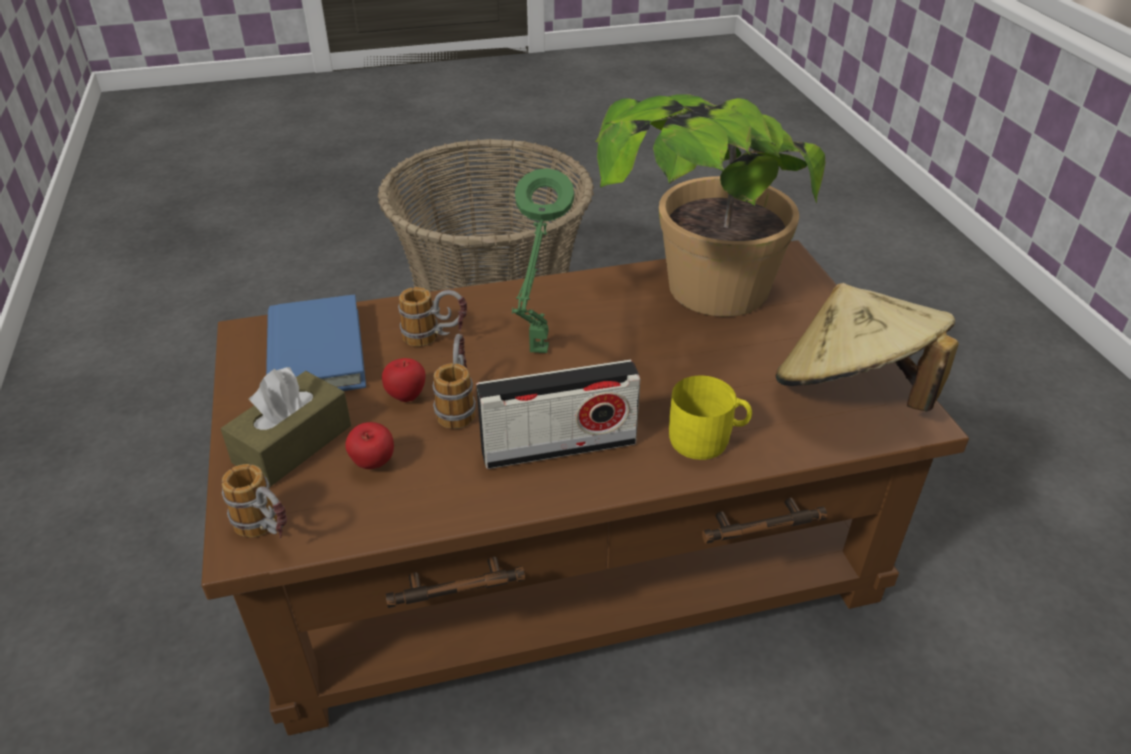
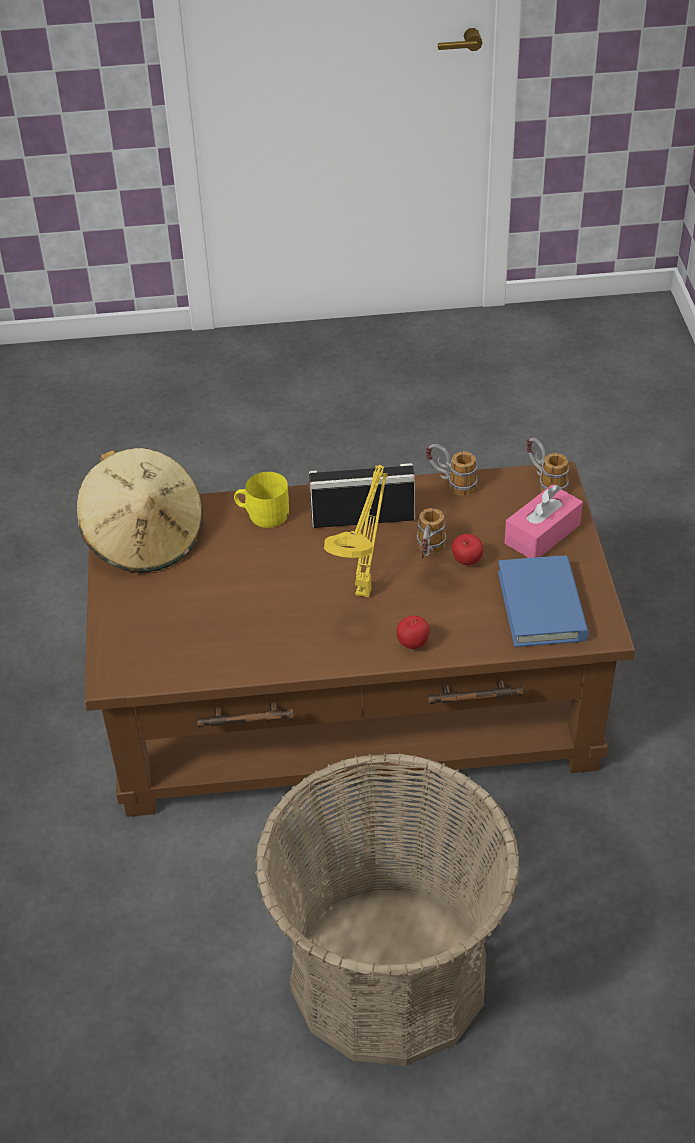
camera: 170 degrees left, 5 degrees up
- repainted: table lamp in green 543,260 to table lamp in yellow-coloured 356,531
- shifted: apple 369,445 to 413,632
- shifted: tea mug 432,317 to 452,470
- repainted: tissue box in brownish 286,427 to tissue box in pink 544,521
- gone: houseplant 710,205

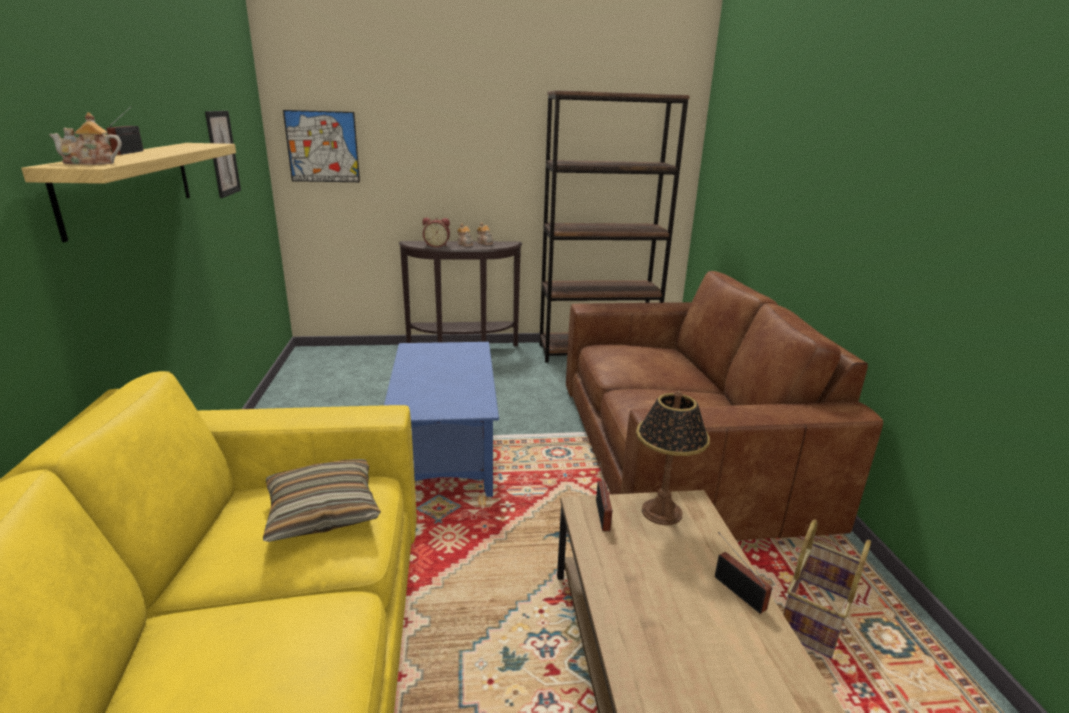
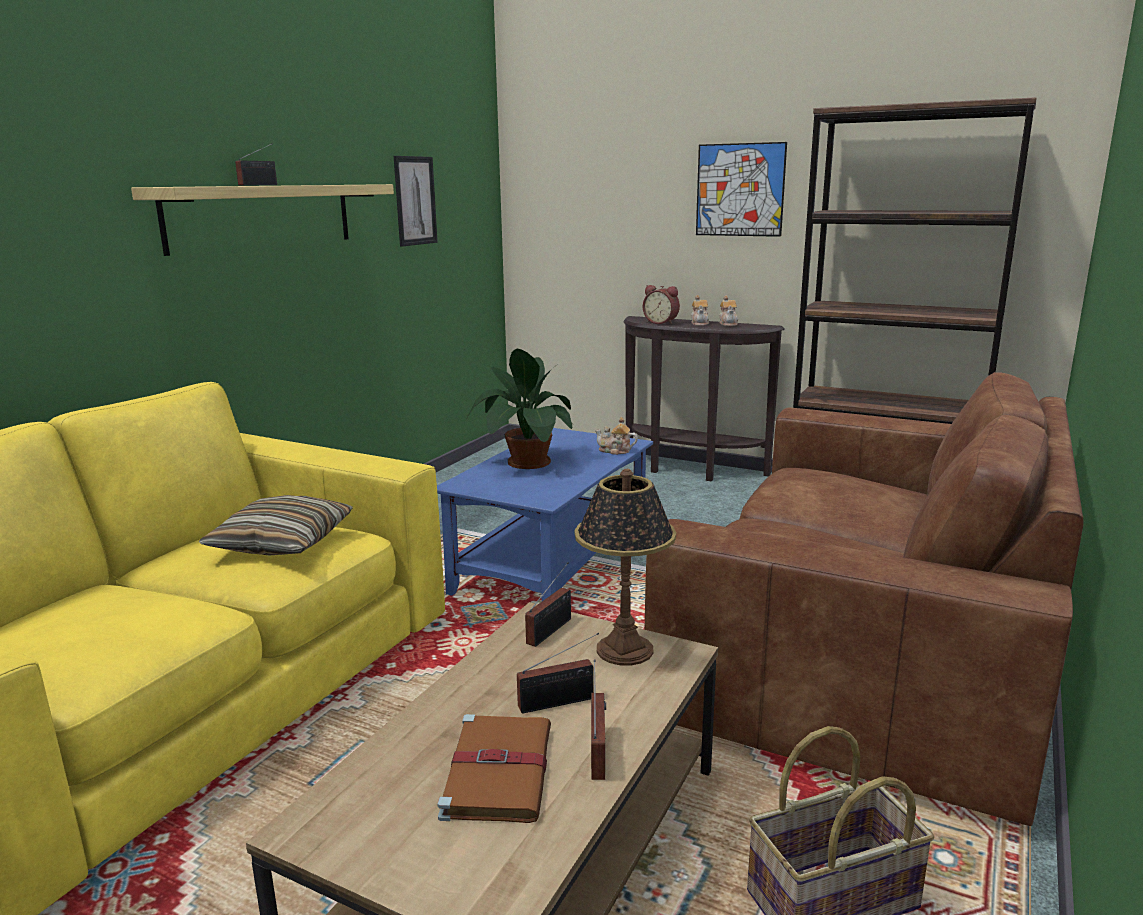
camera: 35 degrees right, 5 degrees down
- new: bound book in brownish 494,768
- new: houseplant 520,409
- new: radio receiver 558,673
- shifted: tea pot 85,138 to 616,436
- shifted: picture 321,146 to 741,189

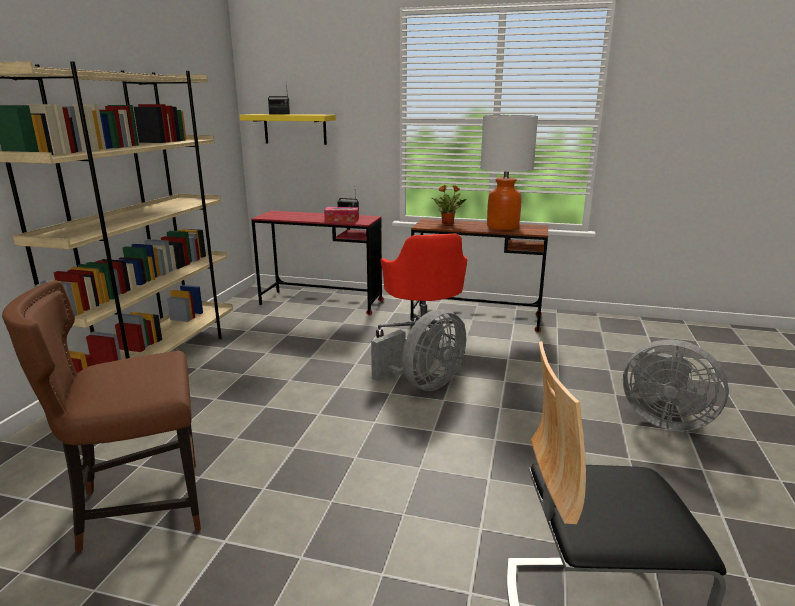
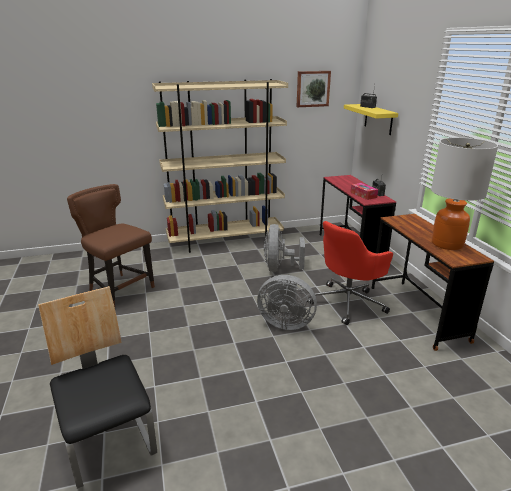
camera: 60 degrees right, 5 degrees up
- shifted: fan in greyish 676,385 to 284,248
- new: picture 314,89
- gone: houseplant 449,204

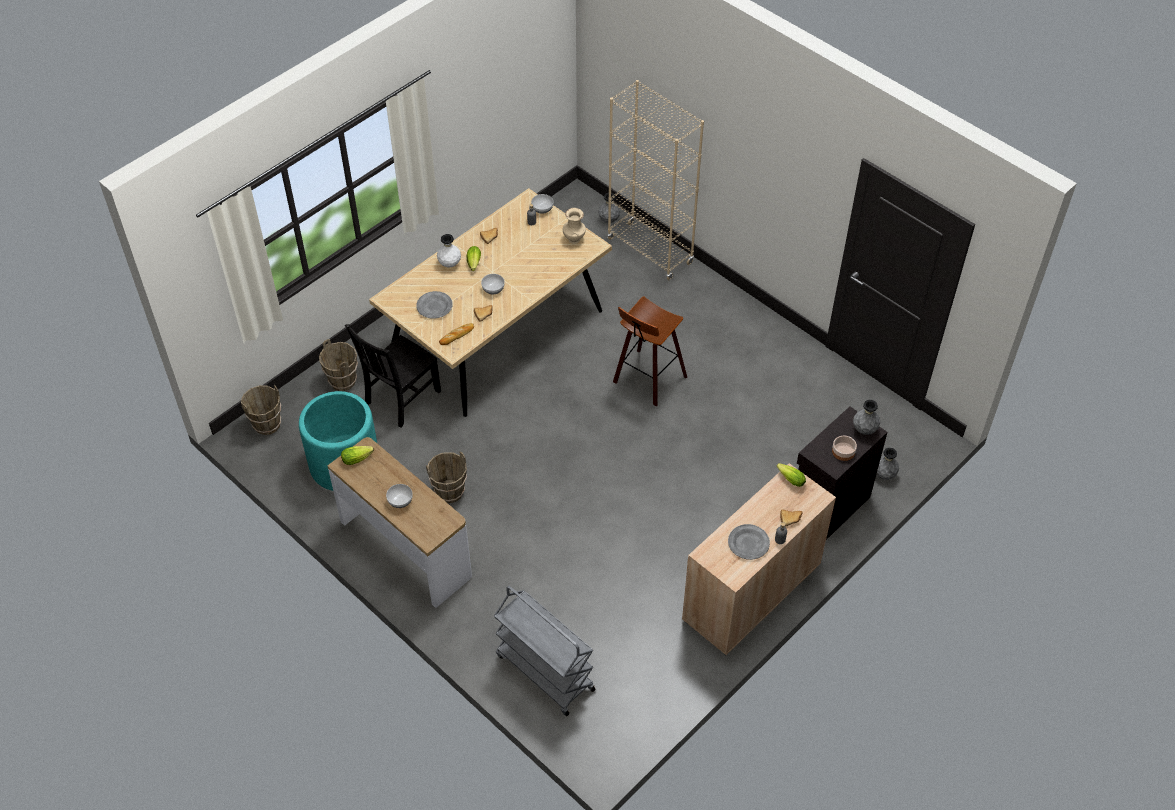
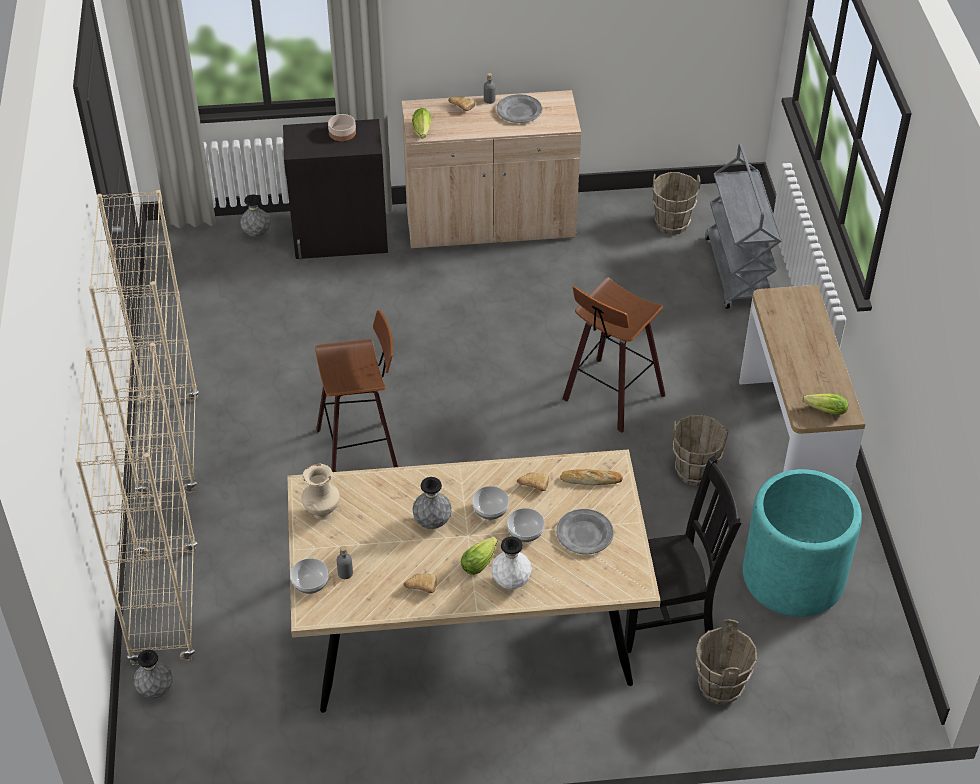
camera: 140 degrees left, 5 degrees down
- new: bookcase in sand-coloured 144,343
- shifted: decorative vase in greyish 866,417 to 432,503
- shifted: deep dish 399,496 to 526,525
- new: stool seat 614,355
- shifted: pail in brownish 261,410 to 676,203

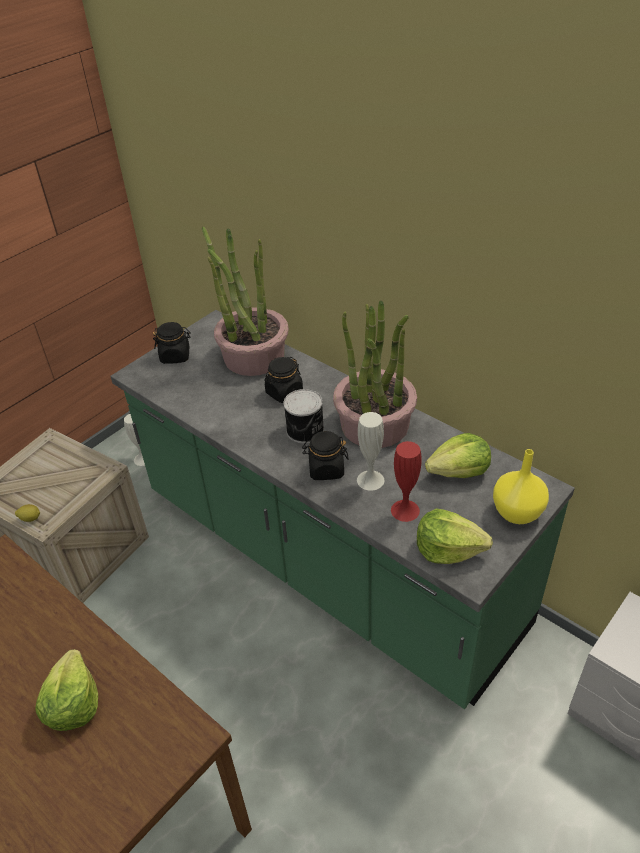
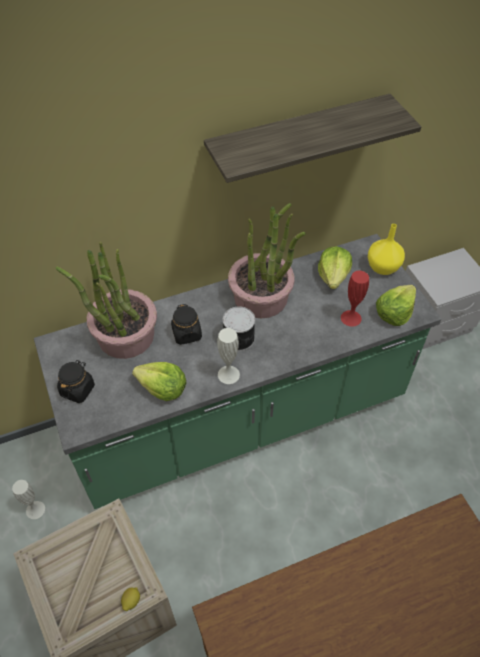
camera: 65 degrees left, 10 degrees up
- shifted: lettuce 66,690 to 159,381
- new: shelf 312,138
- shifted: decorative vase in white-coloured 371,451 to 228,356
- gone: jar in blackish 325,455

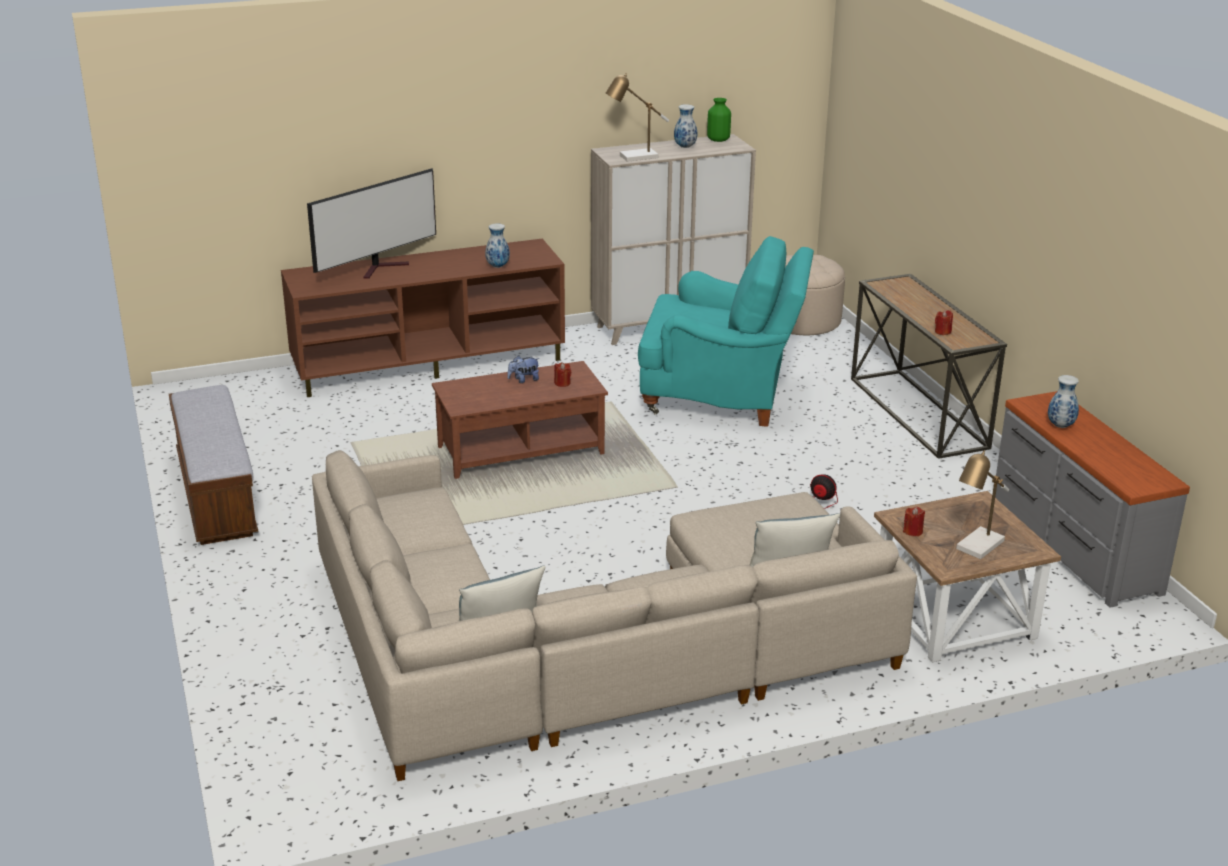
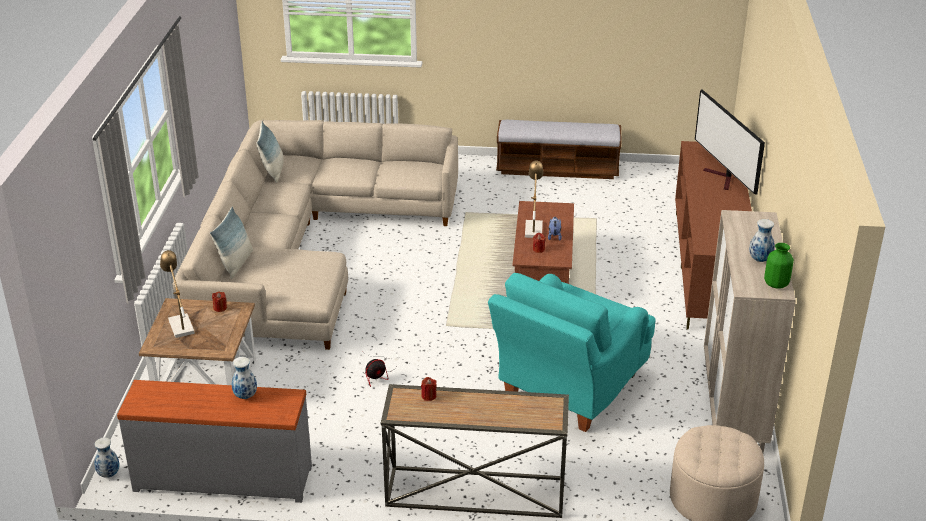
camera: 115 degrees right, 5 degrees up
- shifted: decorative vase 497,245 to 107,458
- shifted: table lamp 637,117 to 534,199

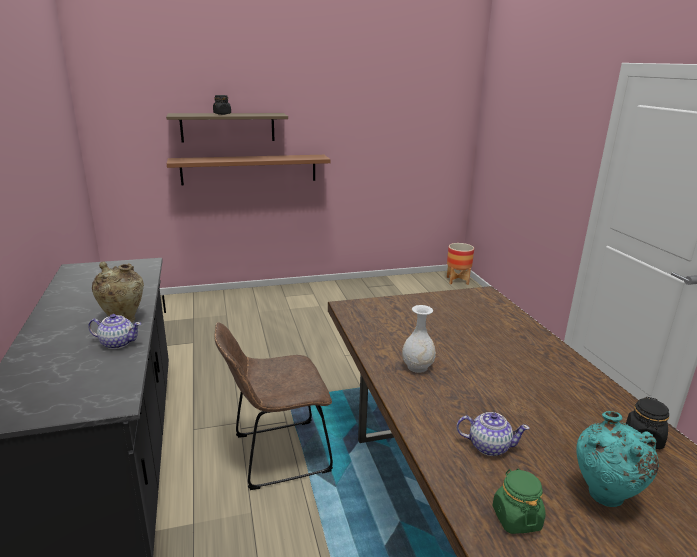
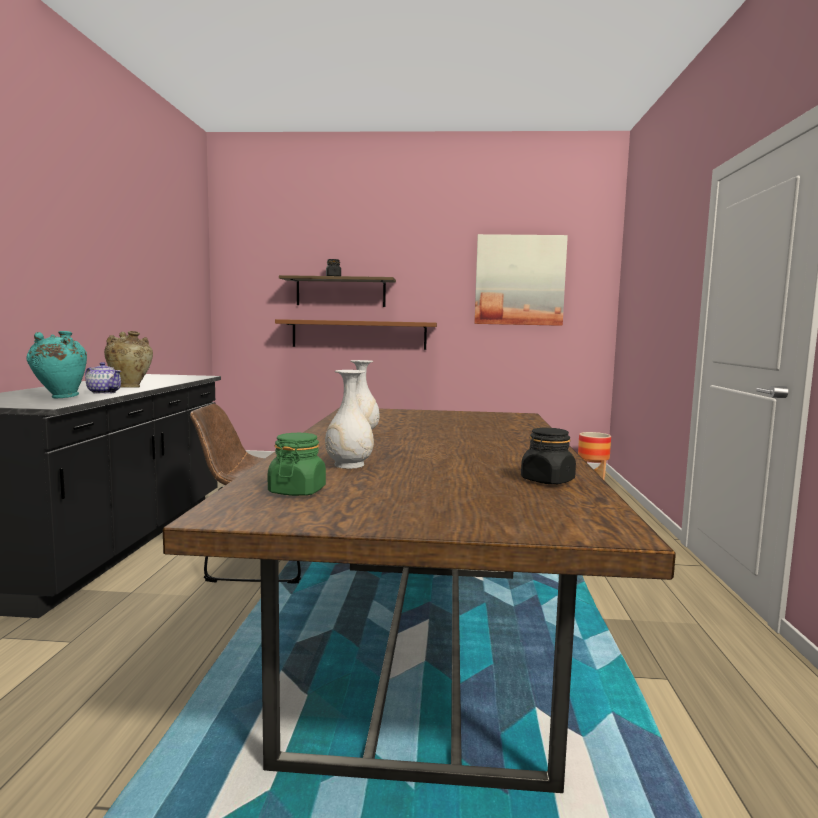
camera: 20 degrees right, 15 degrees down
- shifted: decorative vase in blue-green 617,459 to 56,364
- swapped: tea pot 493,434 to decorative vase in white-coloured 349,419
- new: picture 521,280

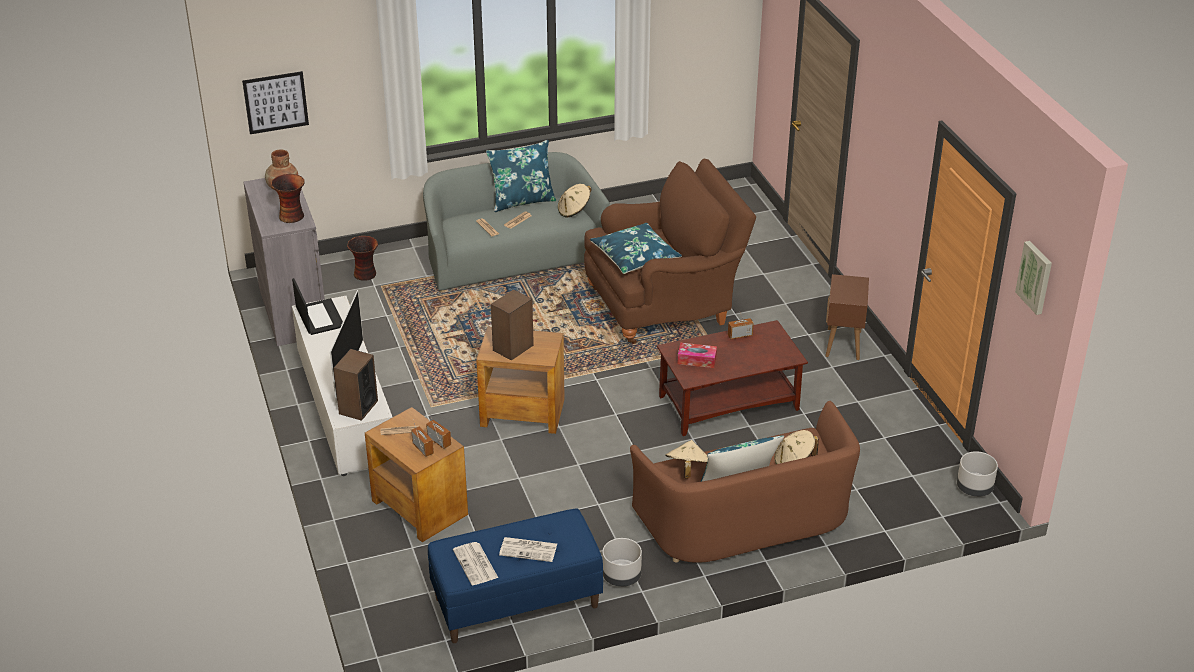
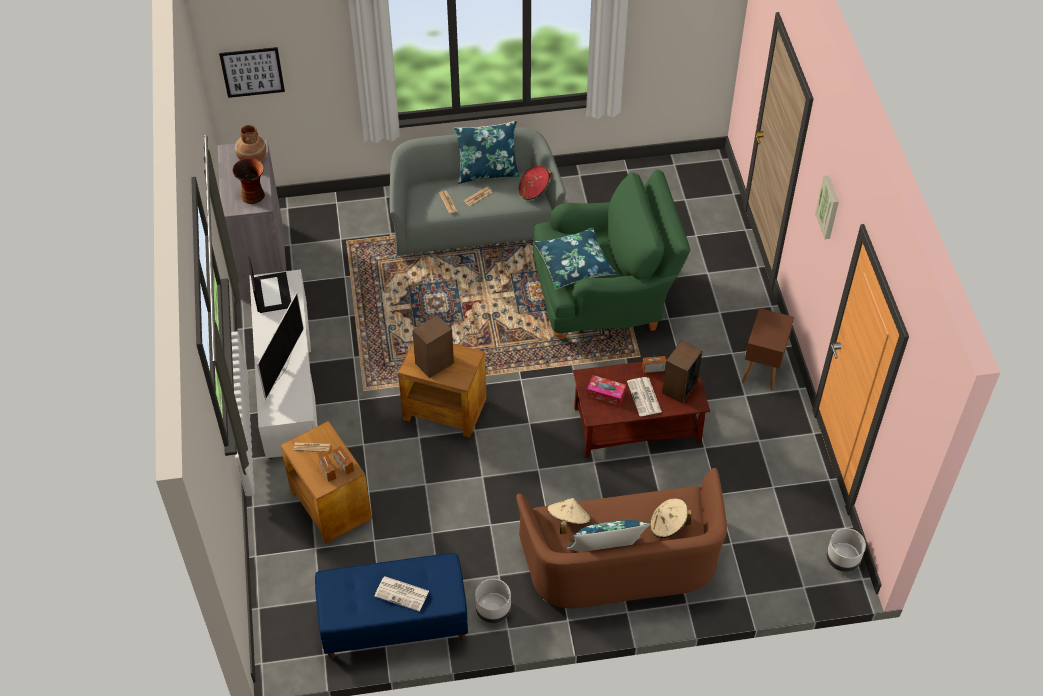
camera: 10 degrees right, 15 degrees up
- repainted: hat in sand-coloured 574,201 to hat in red-coloured 535,183
- repainted: easy chair in brownish 670,251 to easy chair in green 611,256
- shifted: printed paper 475,563 to 644,396
- shifted: loudspeaker 355,385 to 682,372
- shifted: picture 1033,278 to 827,207
- gone: decorative vase 362,258

